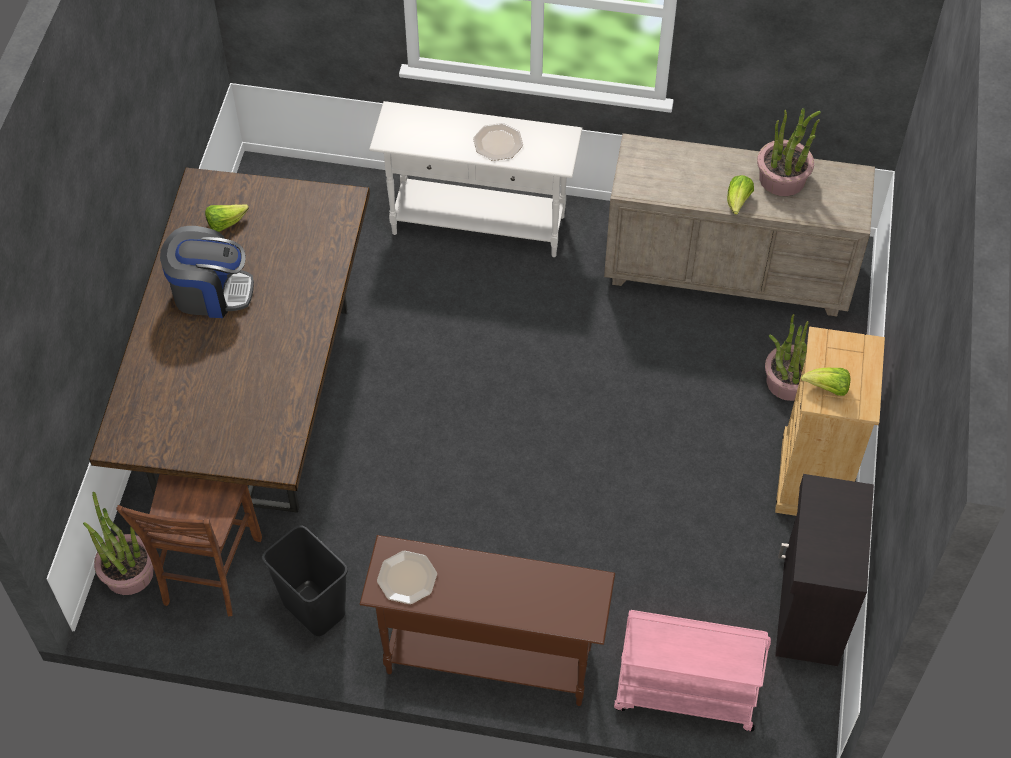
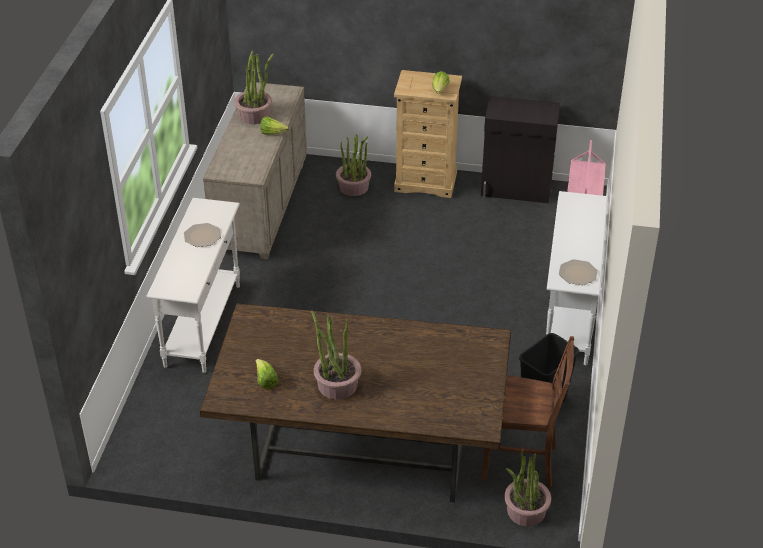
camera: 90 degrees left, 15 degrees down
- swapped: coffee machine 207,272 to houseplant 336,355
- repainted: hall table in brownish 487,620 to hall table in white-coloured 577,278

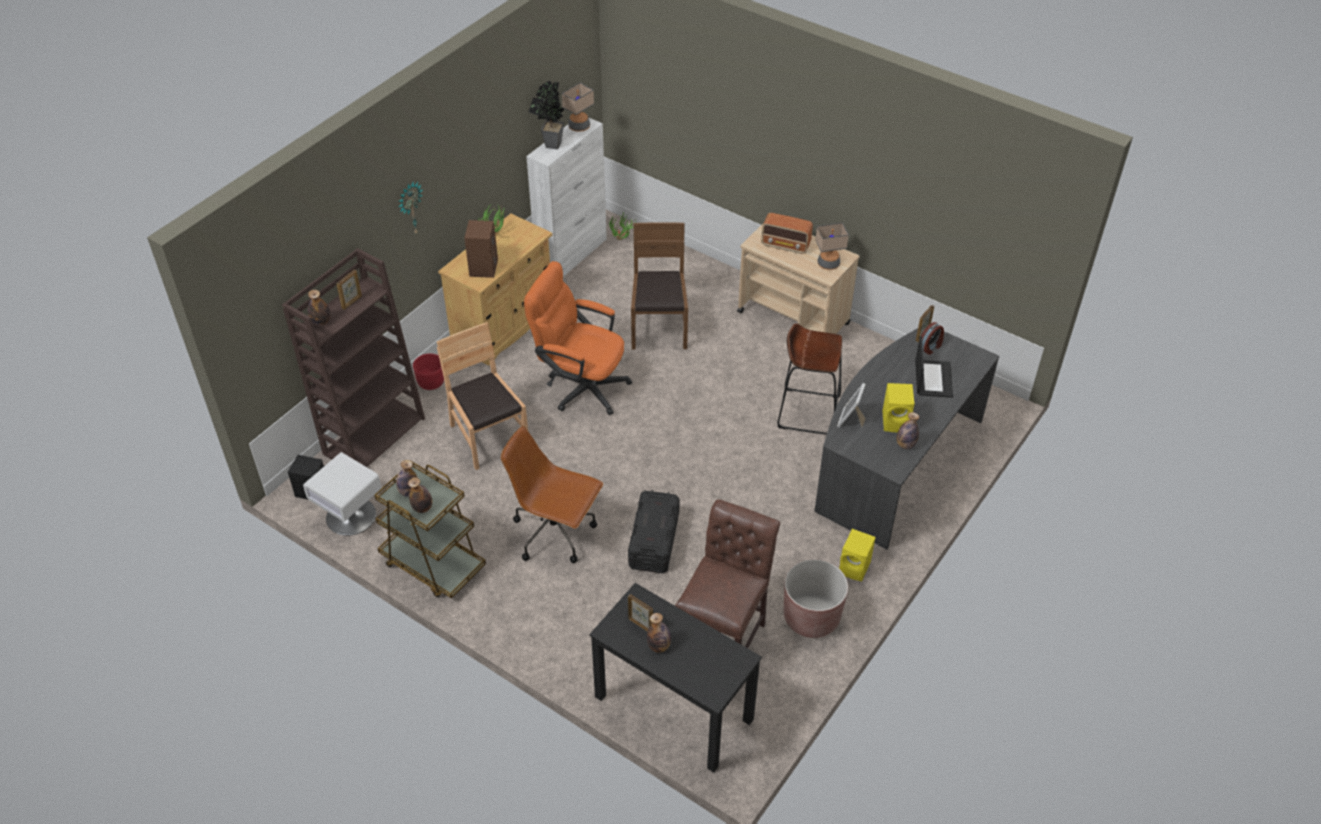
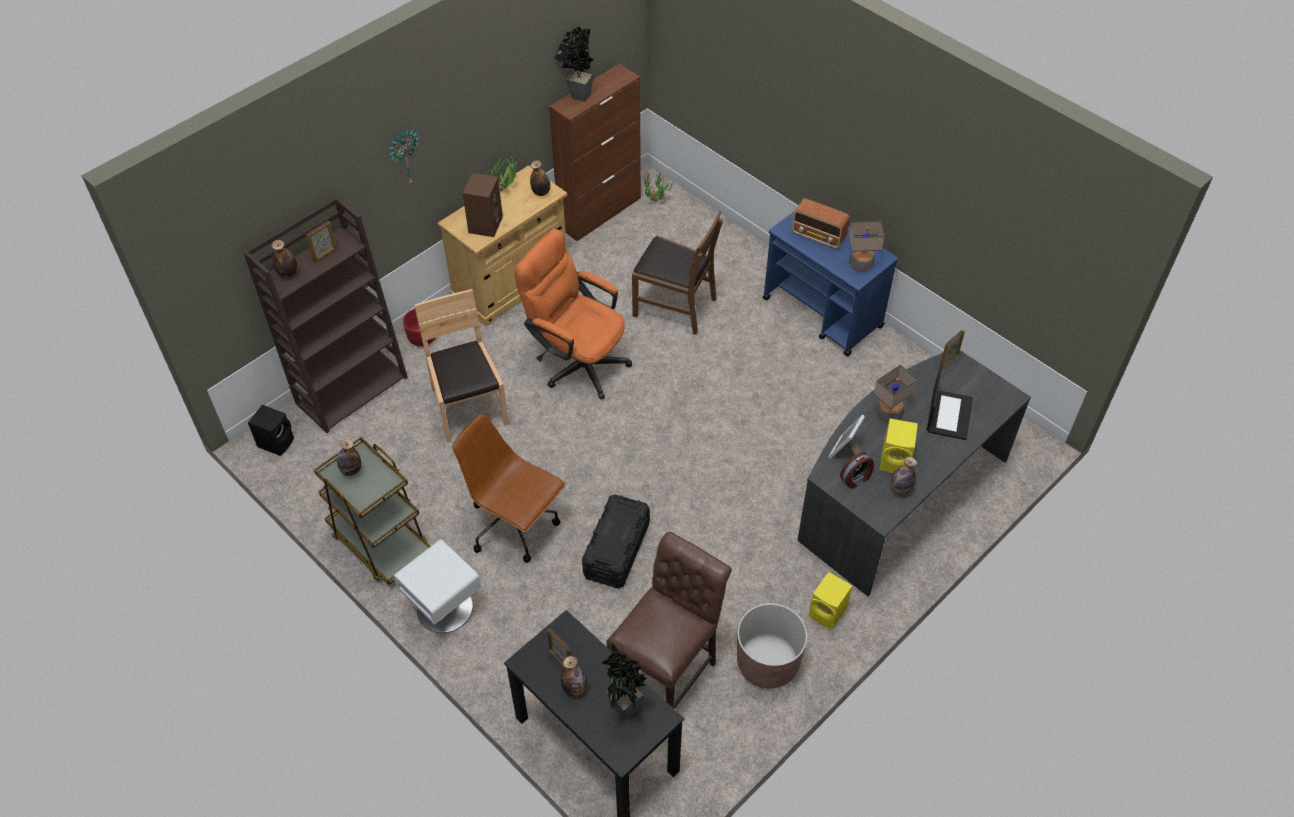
camera: 10 degrees right, 5 degrees up
- shifted: bedside table in white-coloured 342,494 to 437,586
- shifted: drink bottle 420,495 to 540,178
- repainted: cupboard in white-coloured 566,197 to cupboard in brownish 595,152
- new: houseplant 623,681
- rotated: chair in brownish 659,286 = 677,273 105 degrees clockwise
- repainted: cart in sand-coloured 798,279 to cart in blue-coloured 830,284
- shifted: alarm clock 932,338 to 857,470
- shifted: table lamp 578,107 to 896,393
- gone: stool seat in brownish 809,379

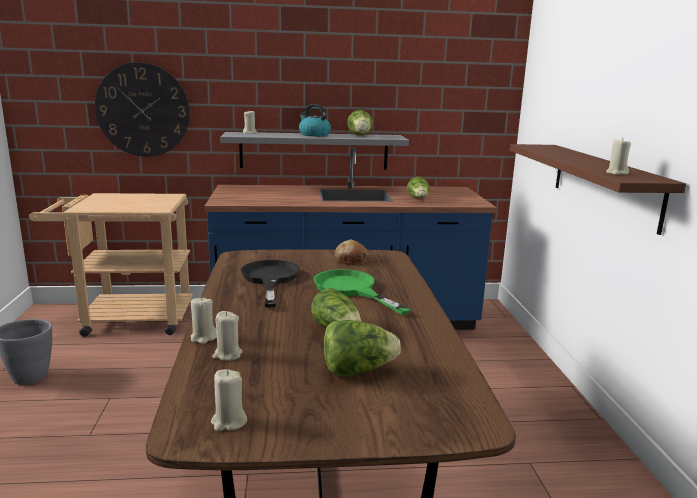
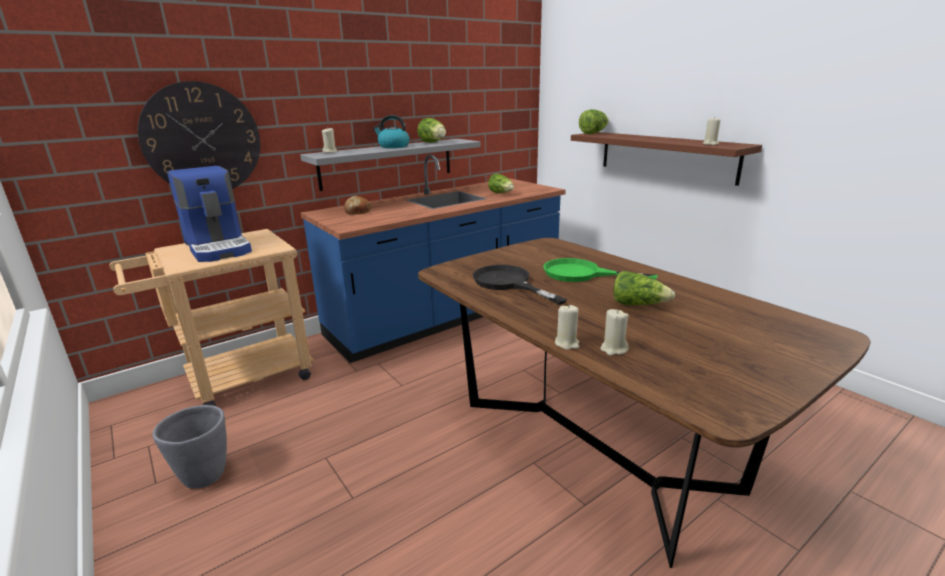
camera: 30 degrees left, 5 degrees up
- new: coffee machine 209,214
- shifted: bakery bread 351,252 to 358,205
- shifted: lettuce 362,348 to 593,121
- gone: candle in sand-coloured 229,400

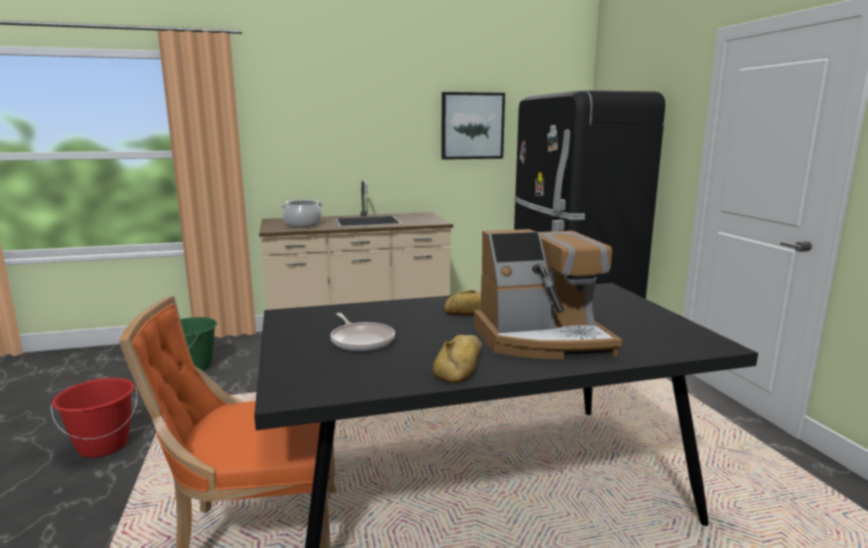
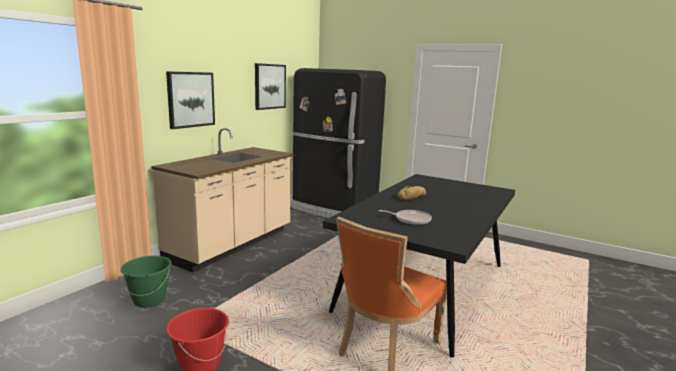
camera: 45 degrees left, 0 degrees up
- new: picture 190,100
- gone: stockpot 301,213
- gone: bakery bread 457,359
- gone: coffee machine 548,294

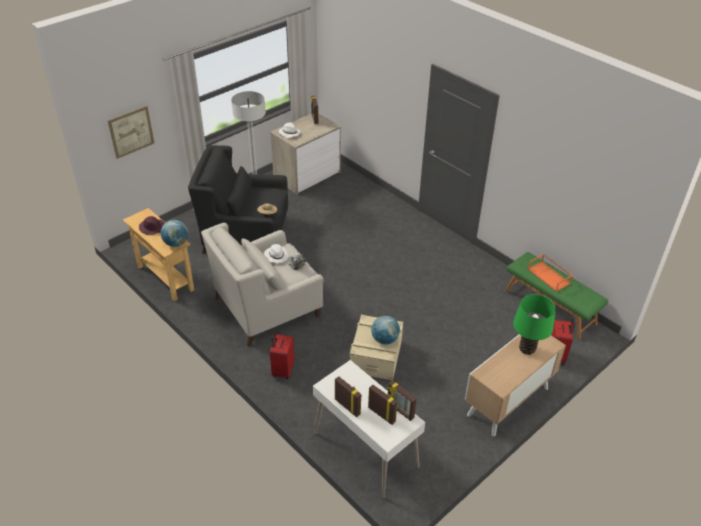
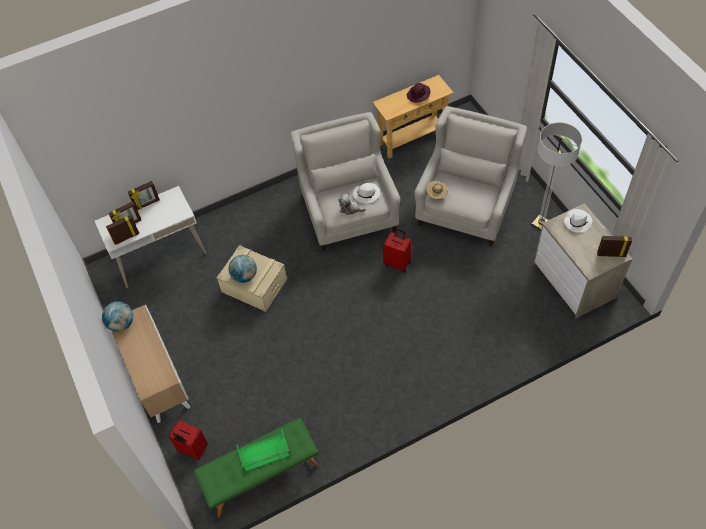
camera: 110 degrees right, 15 degrees up
- shifted: world globe 174,233 to 117,316
- repainted: carrying tray in orange 550,273 to carrying tray in green 263,450
- shifted: piece of luggage in red-coloured 282,355 to 397,250
- repainted: easy chair in blackish 238,199 to easy chair in white-coloured 470,176
- gone: picture 131,132
- gone: table lamp in green 534,324

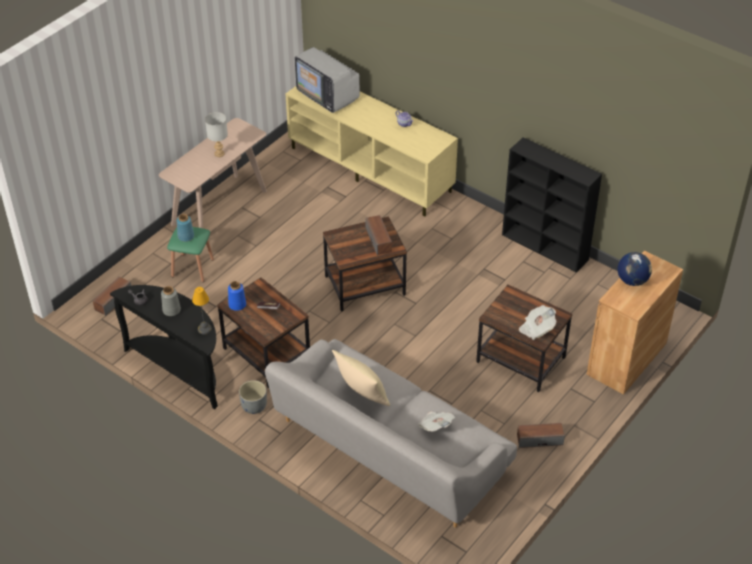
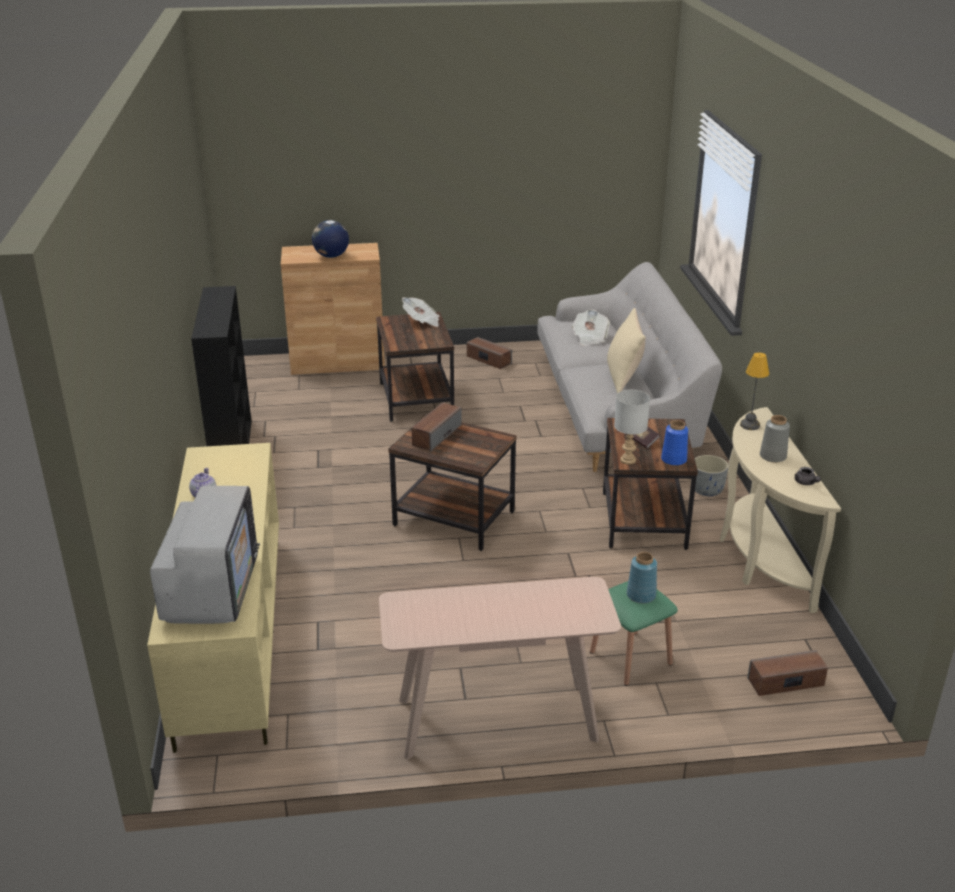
camera: 135 degrees left, 15 degrees down
- shifted: table lamp in greyish 216,134 to 632,427
- repainted: hall table in blackish 164,347 to hall table in sand-coloured 780,510

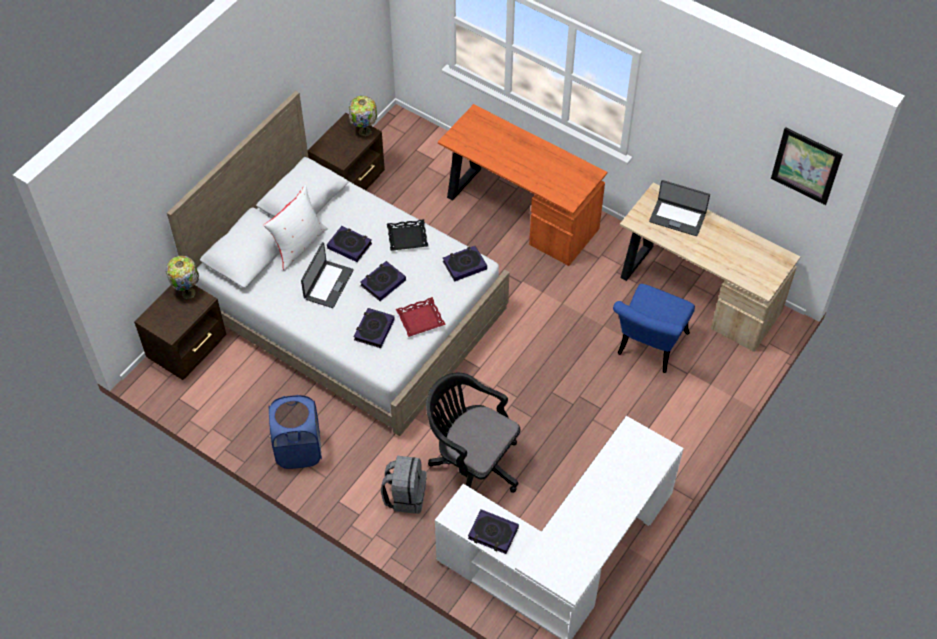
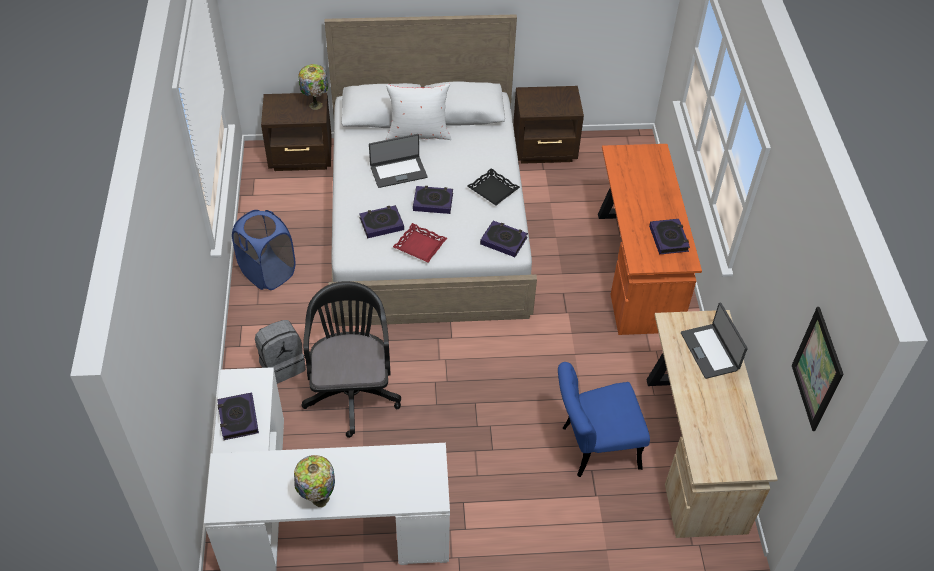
camera: 50 degrees right, 5 degrees down
- shifted: table lamp 363,116 to 314,481
- shifted: bound book 349,244 to 669,237

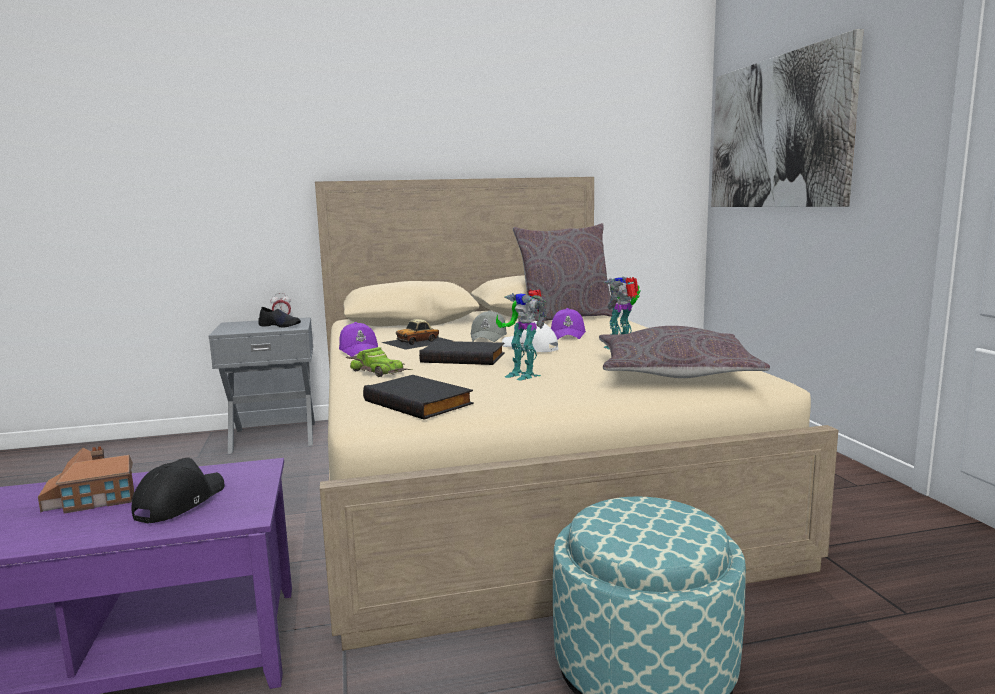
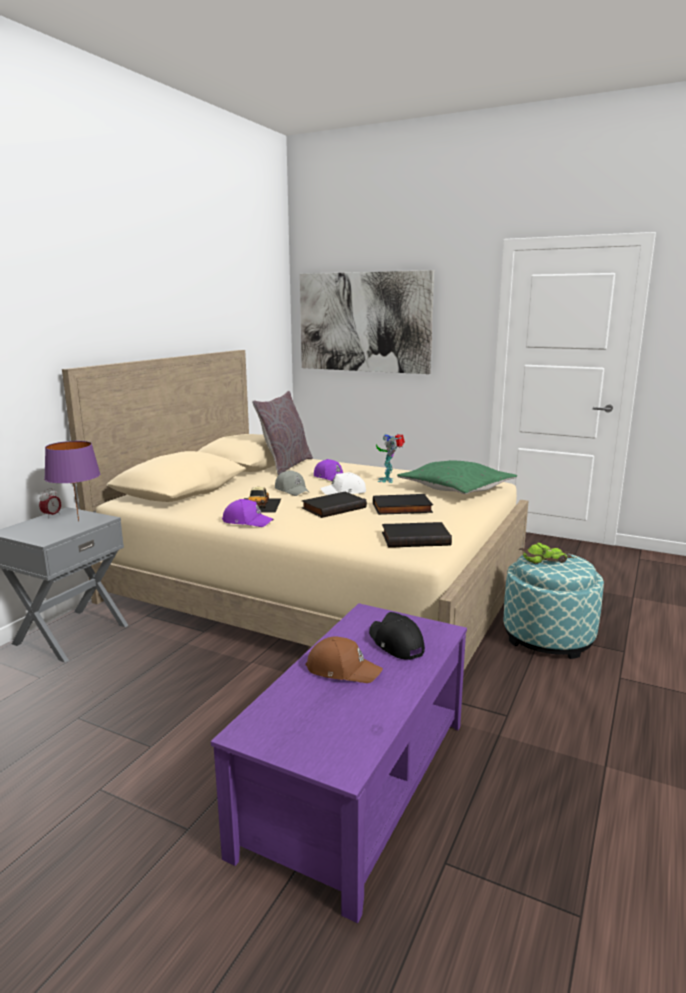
camera: 50 degrees left, 5 degrees up
- swapped: item of footwear in blackish 279,317 to table lamp in purple 72,481
- swapped: model house 86,479 to cap in brownish 344,659
- swapped: toy robot 521,334 to bound book in blackish 403,504
- repainted: throw pillow in greyish 684,352 to throw pillow in green 457,477
- shifted: model car 379,362 to 547,553

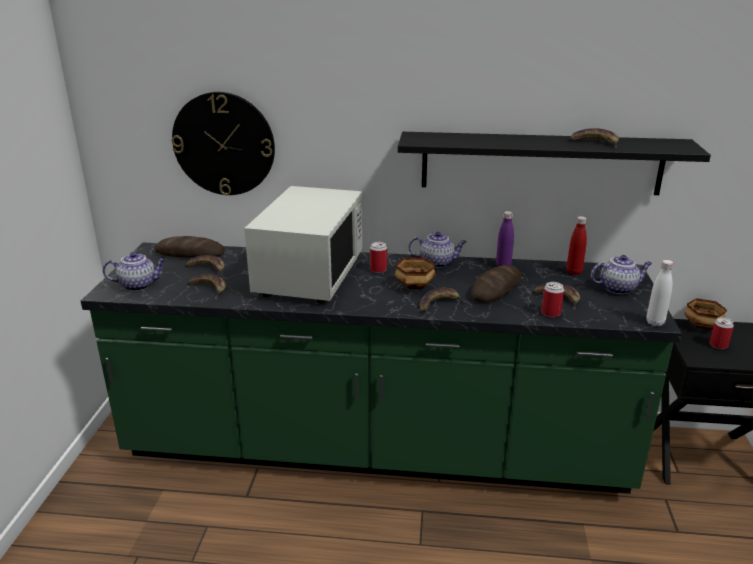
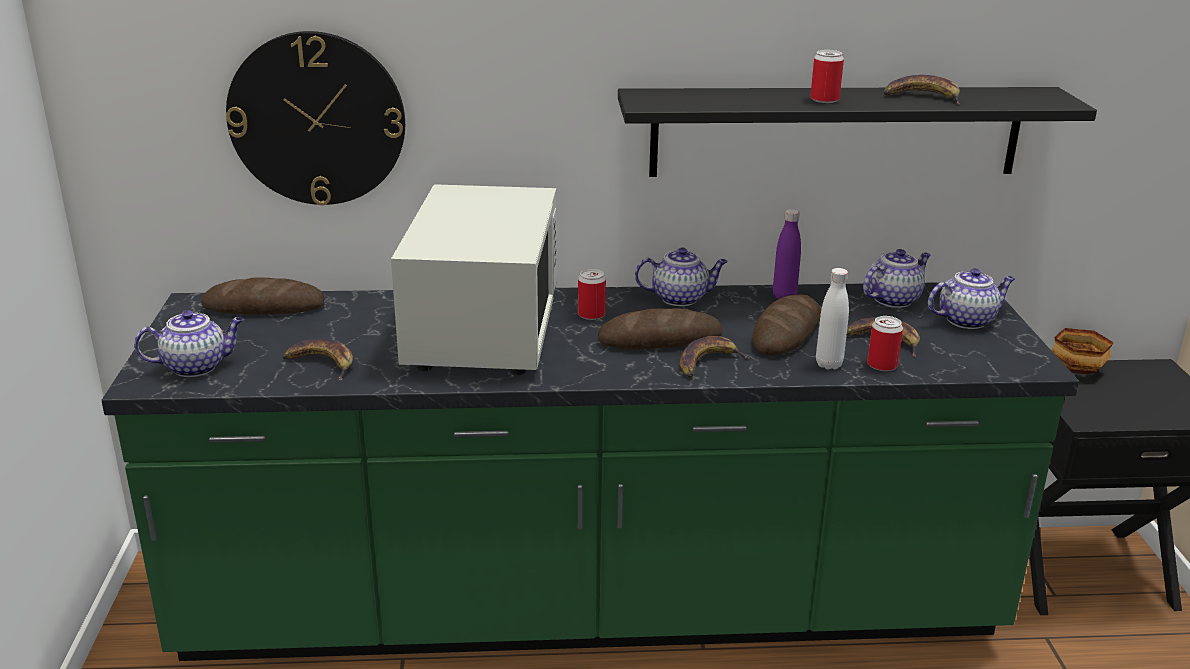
camera: 10 degrees left, 0 degrees up
- swapped: deep dish 415,273 to bakery bread 660,328
- shifted: can 721,333 to 827,76
- shifted: drink bottle in white-coloured 660,293 to 832,319
- swapped: drink bottle in red-coloured 577,245 to tea pot 897,278
- gone: banana fruit 205,265

